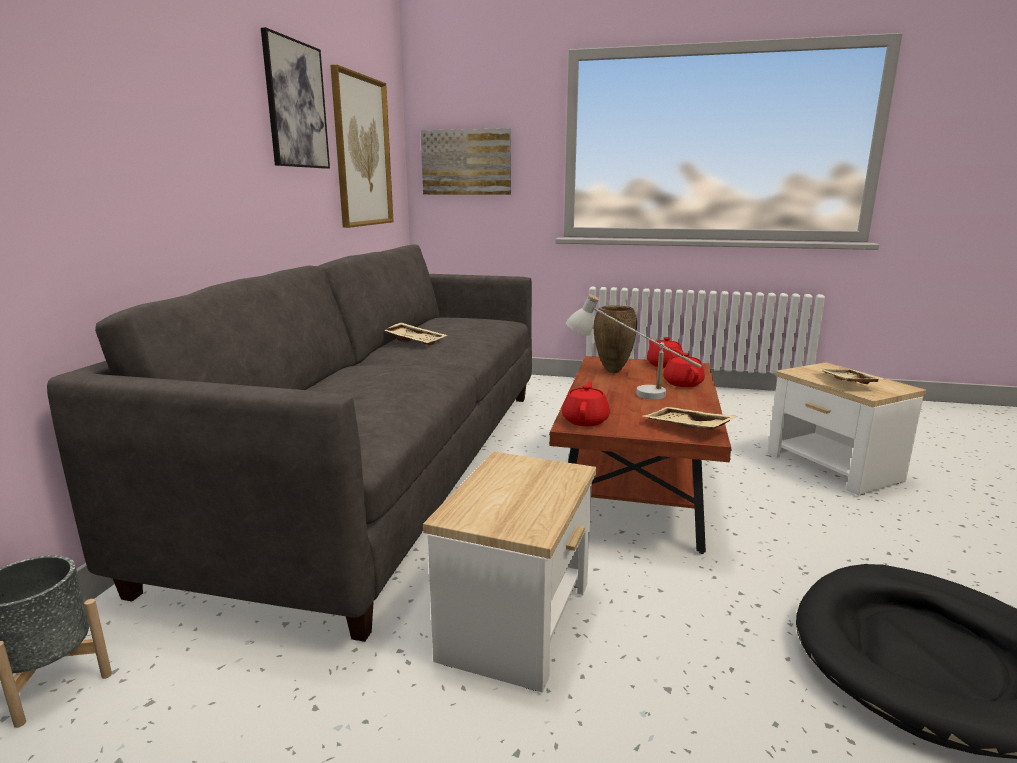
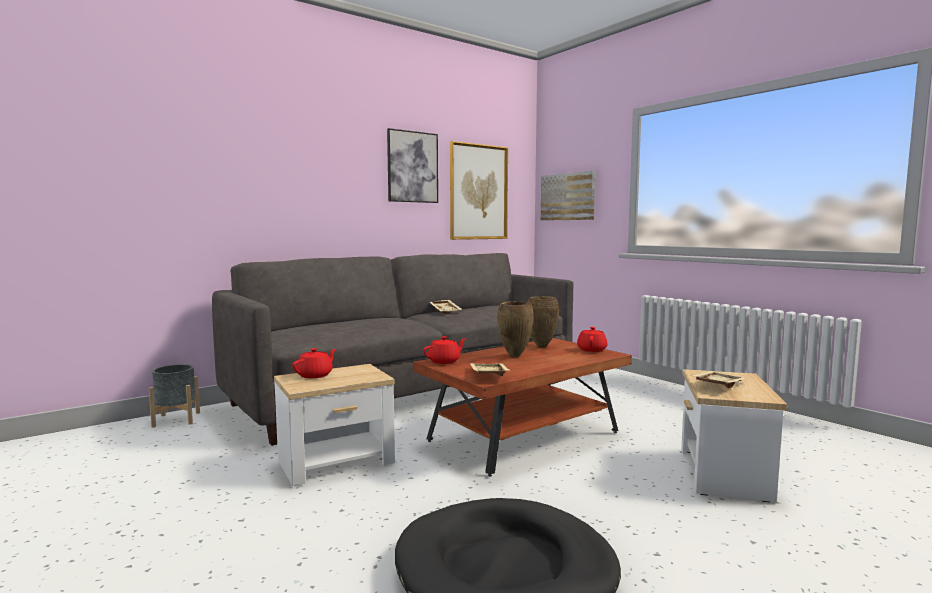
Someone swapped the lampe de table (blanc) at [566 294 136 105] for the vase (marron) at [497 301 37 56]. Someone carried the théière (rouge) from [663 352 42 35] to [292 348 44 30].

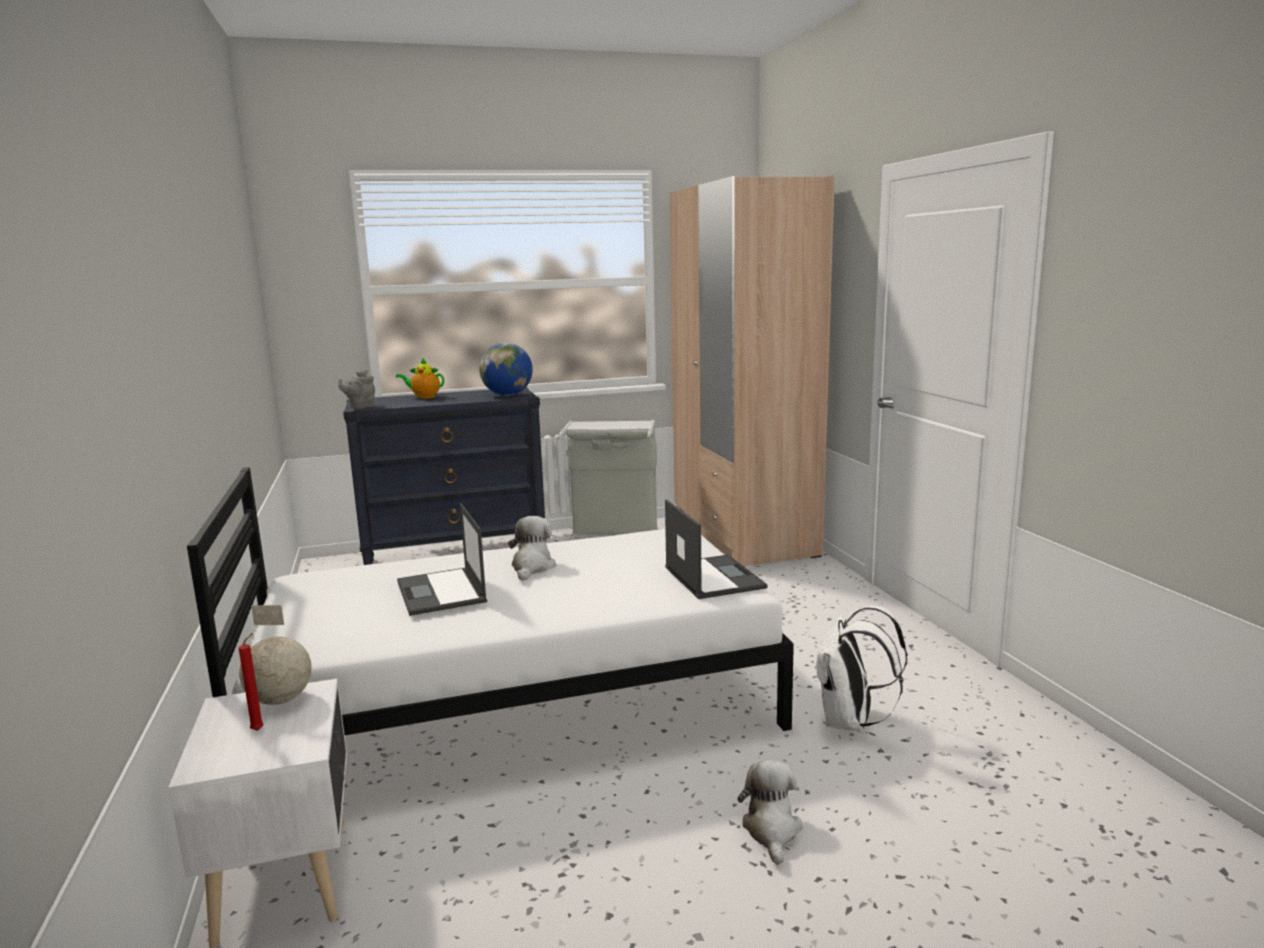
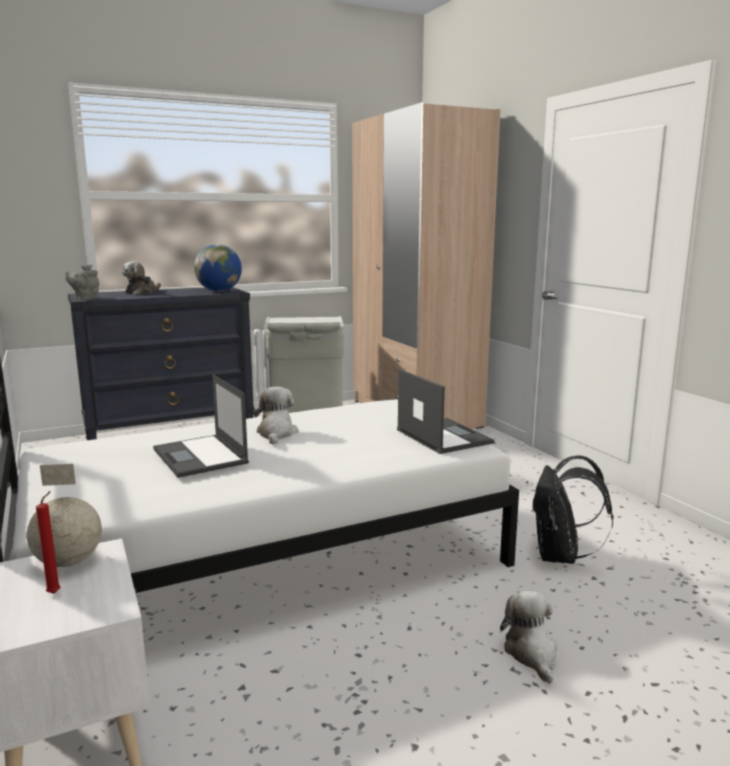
Someone swapped the théière at [396 358 48 41] for the peluche at [122 261 39 33]. Someone repainted the sac à dos (blanc) at [815 605 93 127], which became the sac à dos (noir) at [531 456 83 108].

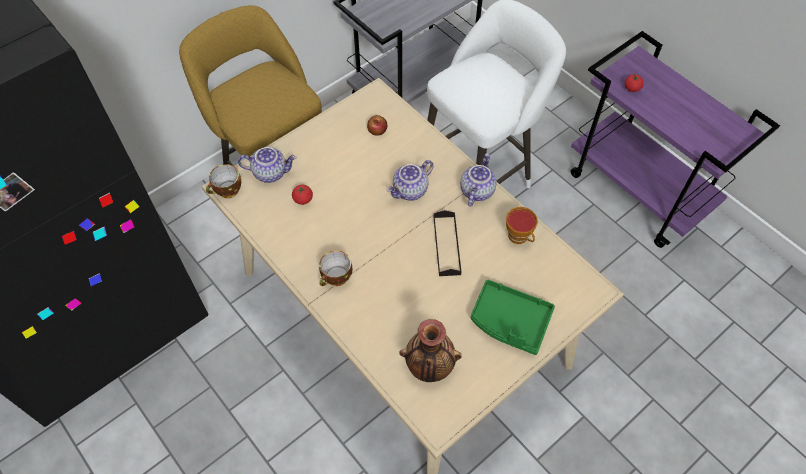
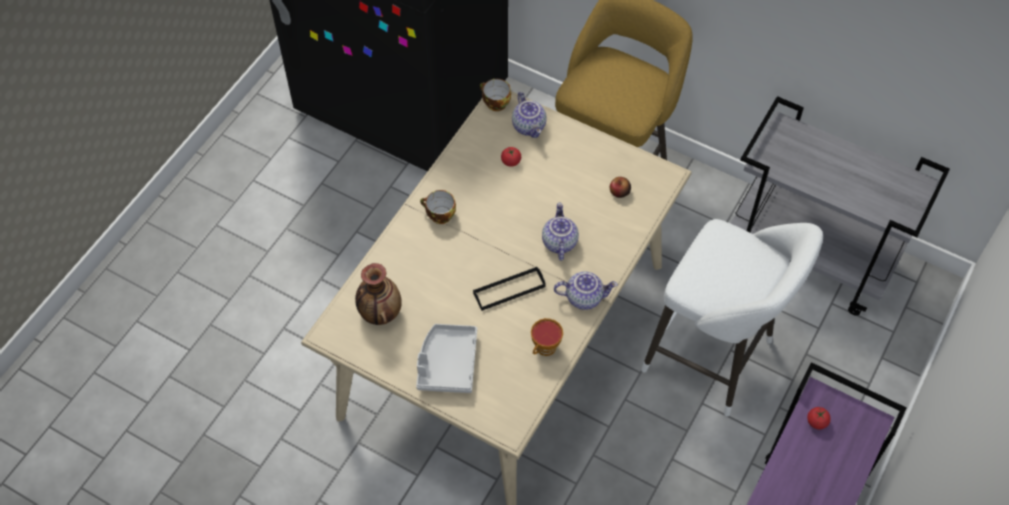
Someone rotated the théière at [387 160 47 41] by 60 degrees clockwise. Someone repainted the plateau (vert) at [470 280 85 75], which became the plateau (gris) at [416 324 61 69].

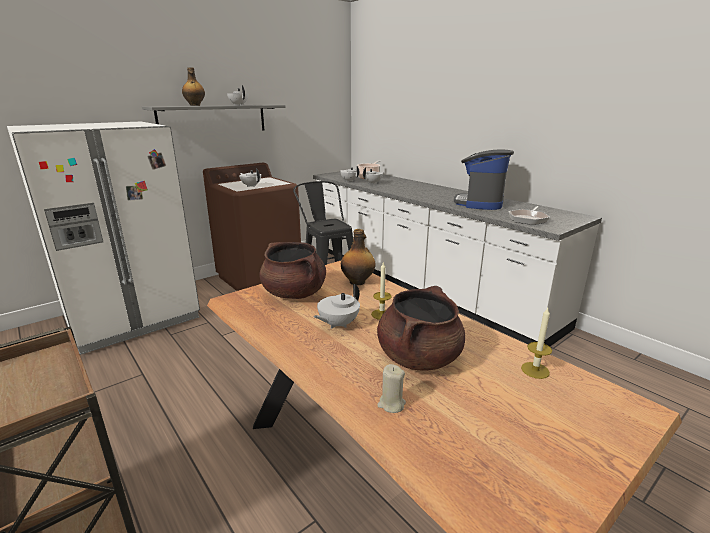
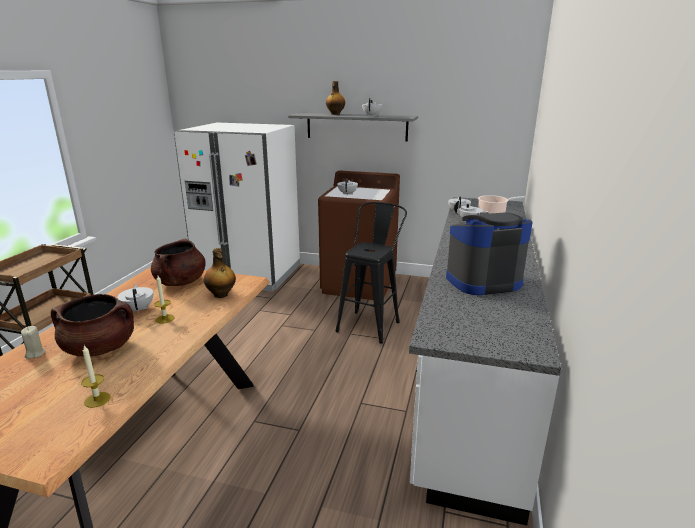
Someone rotated the théière (blanc) at [313 284 47 45] by 60 degrees clockwise. Someone took away the poêle at [508 206 42 19].

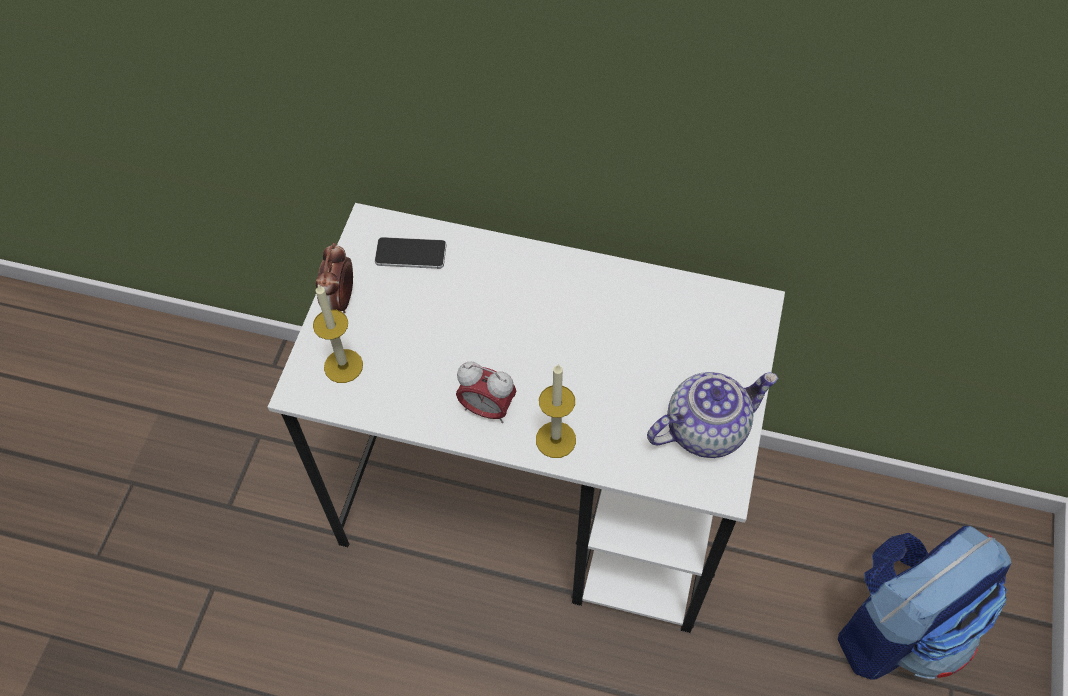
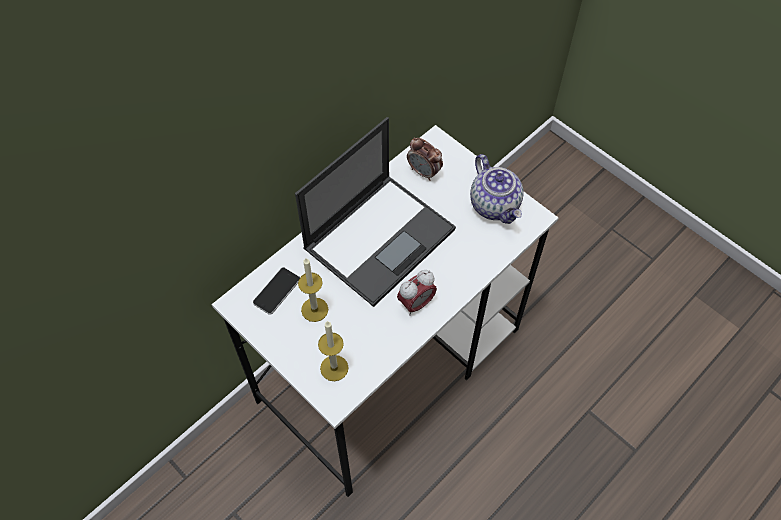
Someone carried the réveil from [316 243 37 70] to [407 137 36 44]. Someone carried the bougie from [536 365 40 93] to [298 258 30 64]. Someone rotated the théière at [647 372 131 86] by 150 degrees clockwise. Someone took away the sac à dos at [838 526 173 154]. Someone put down the ordinateur portable at [295 117 161 190].

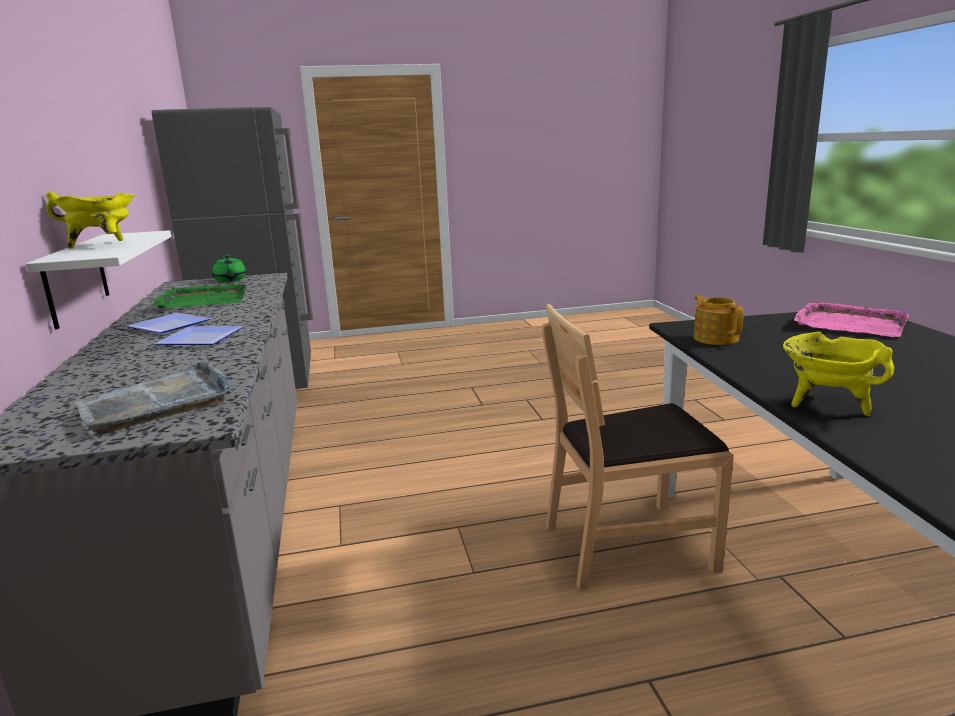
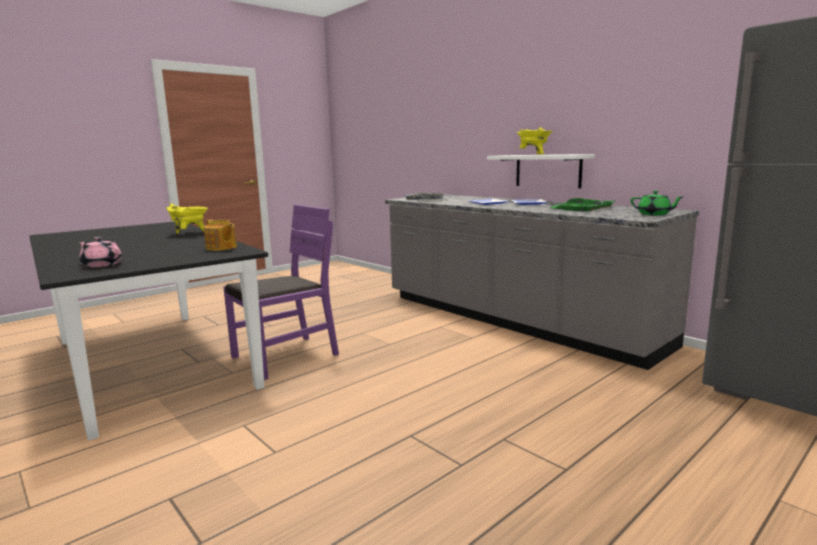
Someone repainted the chaise (marron) at [542 304 192 286], which became the chaise (violet) at [223 204 116 176]. Someone swapped the plateau (rose) at [794 300 115 37] for the théière (rose) at [78 237 44 30].

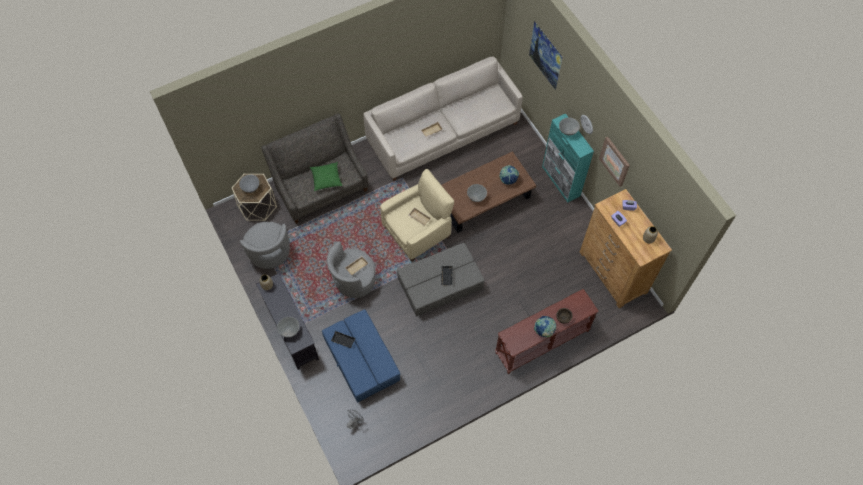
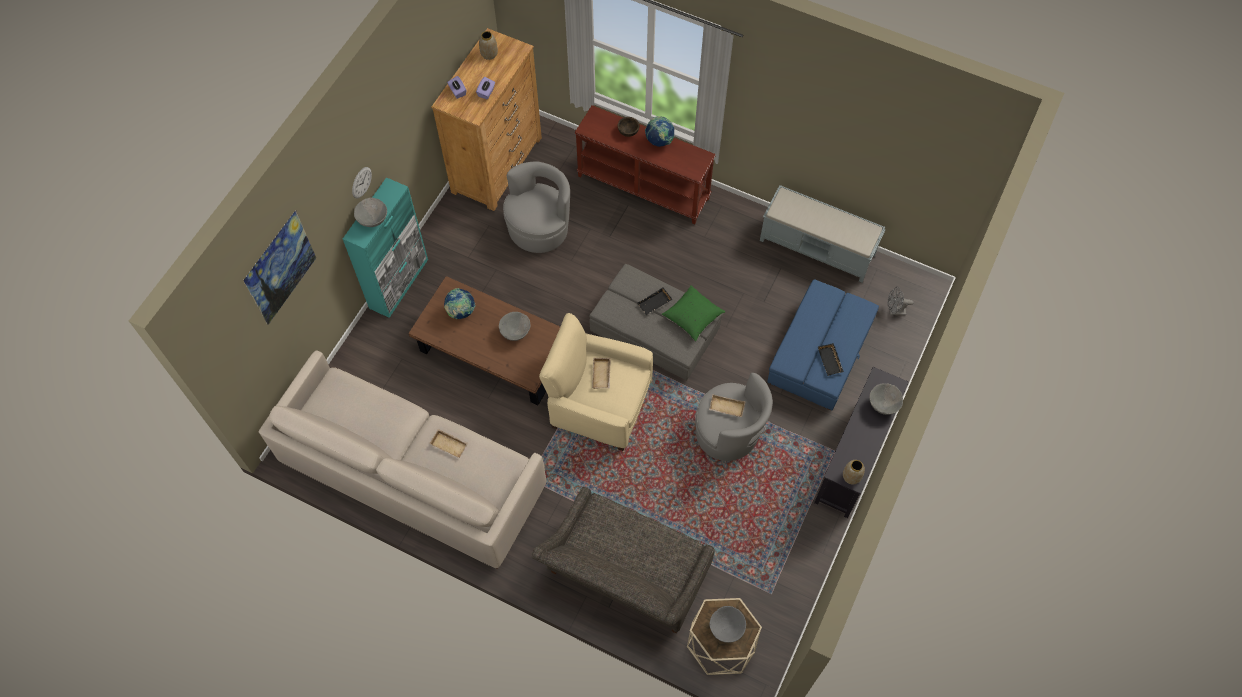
Someone carried the fauteuil (gris) from [240 222 50 47] to [503 161 67 92]. Someone carried the coussin (vert) from [310 162 33 29] to [662 285 63 56]. Someone took away the tableau at [599 137 31 50]. Someone put down the banc (gris) at [760 185 126 98].

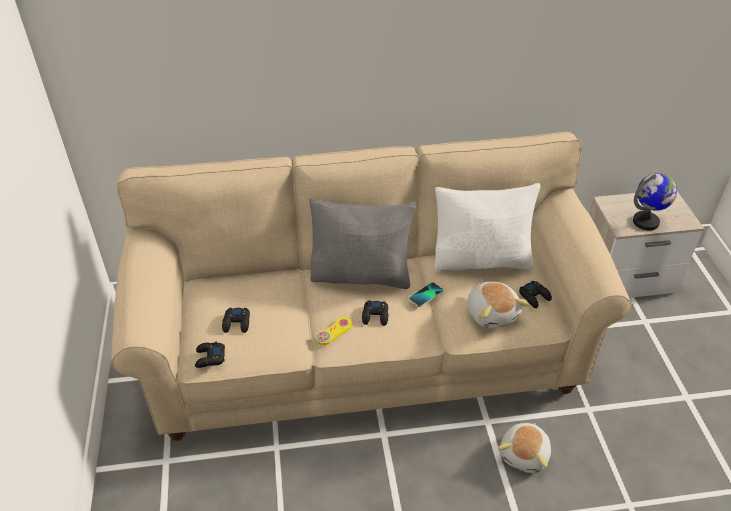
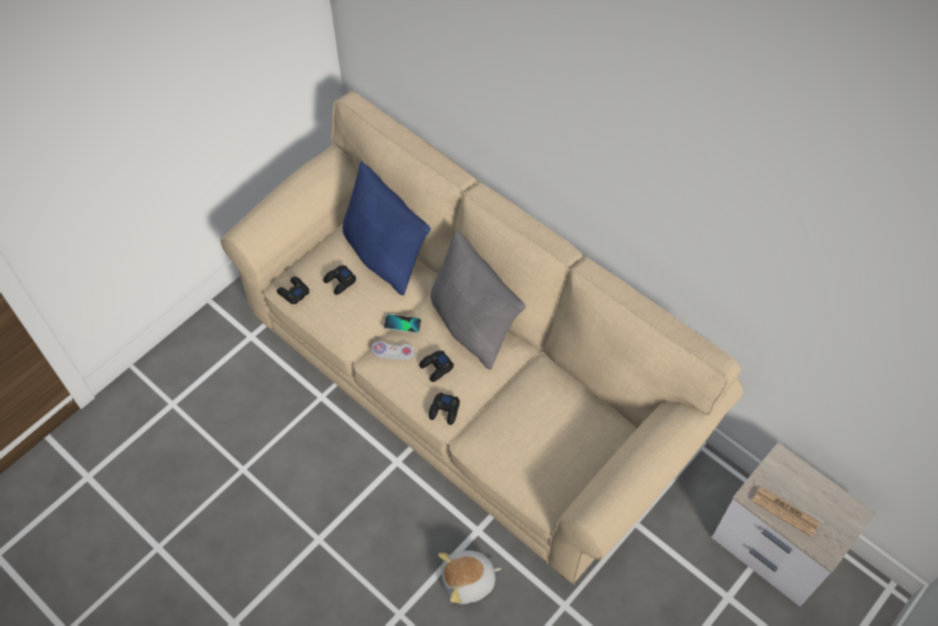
Someone repainted the manette (jaune) at [315 317 37 28], which became the manette (blanc) at [372 341 43 19]. Someone carried the téléphone from [409 282 34 25] to [384 314 37 19]. Someone took away the coussin (blanc) at [435 183 106 88]. Someone took away the peluche at [468 282 61 46]. Someone carried the manette (noir) from [519 281 33 27] to [429 392 31 33]. Someone swapped the globe at [633 173 44 57] for the journal at [752 487 68 50]. Someone put down the coussin (bleu) at [343 161 88 134].

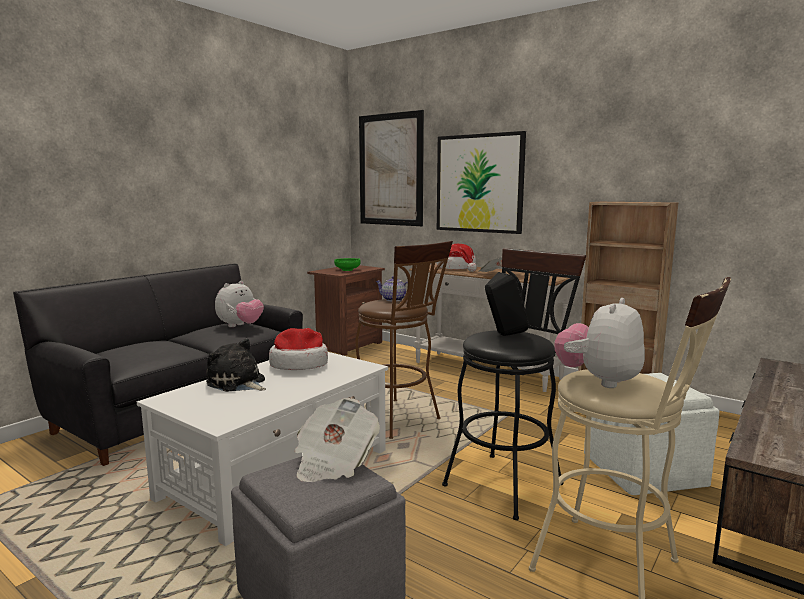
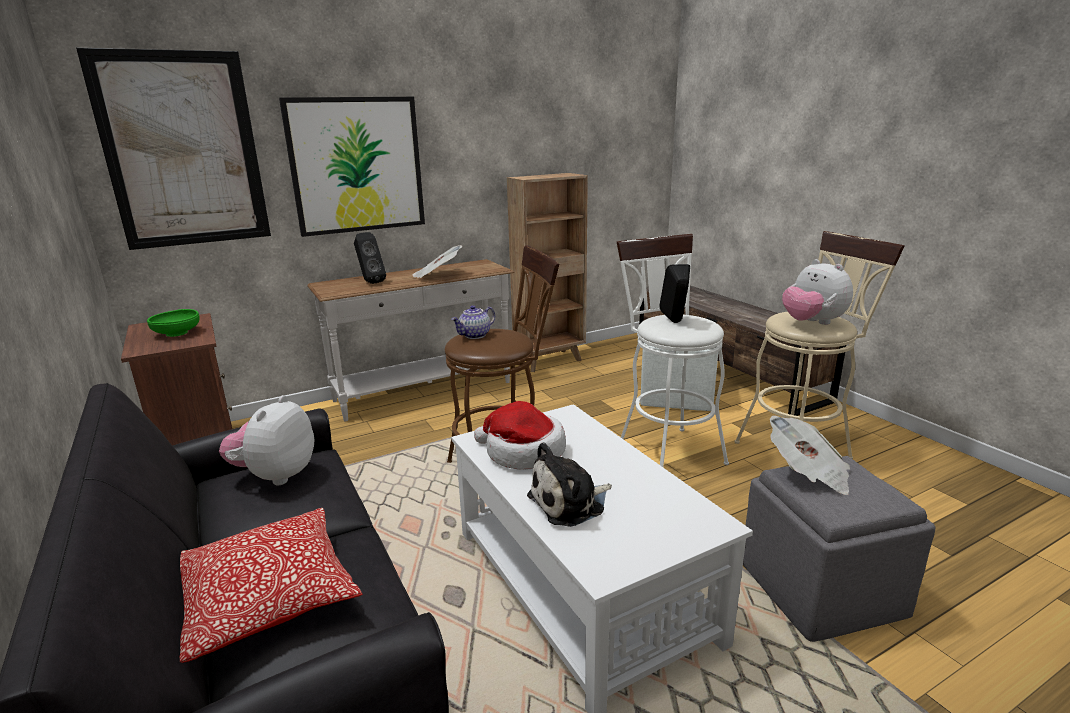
Someone rotated the peluche at [215 281 49 46] by 135 degrees counterclockwise. Someone swapped the chapeau at [437 244 40 28] for the enceinte (noir) at [354 232 32 52]. Someone repainted the tabouret (noir) at [442 248 144 272], which became the tabouret (blanc) at [617 234 112 233]. Someone put down the coussin at [180 508 183 155].

